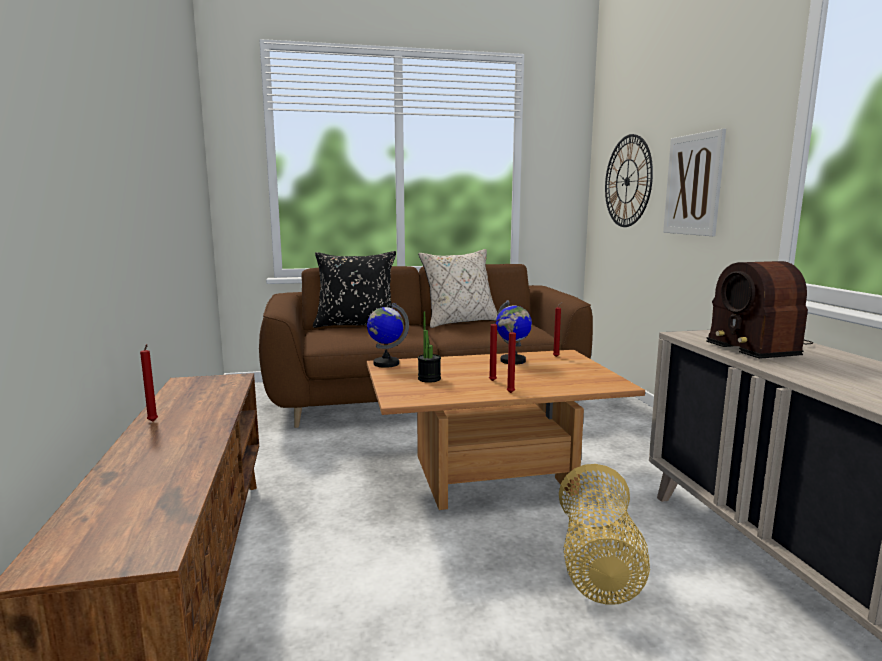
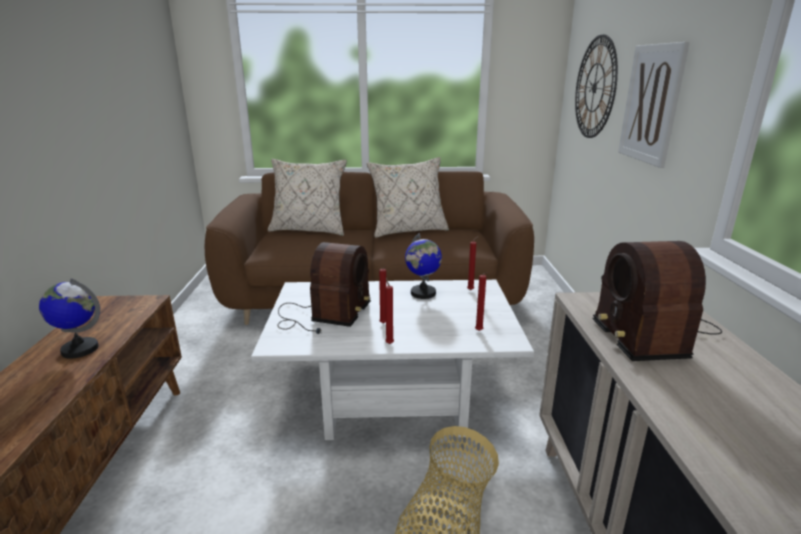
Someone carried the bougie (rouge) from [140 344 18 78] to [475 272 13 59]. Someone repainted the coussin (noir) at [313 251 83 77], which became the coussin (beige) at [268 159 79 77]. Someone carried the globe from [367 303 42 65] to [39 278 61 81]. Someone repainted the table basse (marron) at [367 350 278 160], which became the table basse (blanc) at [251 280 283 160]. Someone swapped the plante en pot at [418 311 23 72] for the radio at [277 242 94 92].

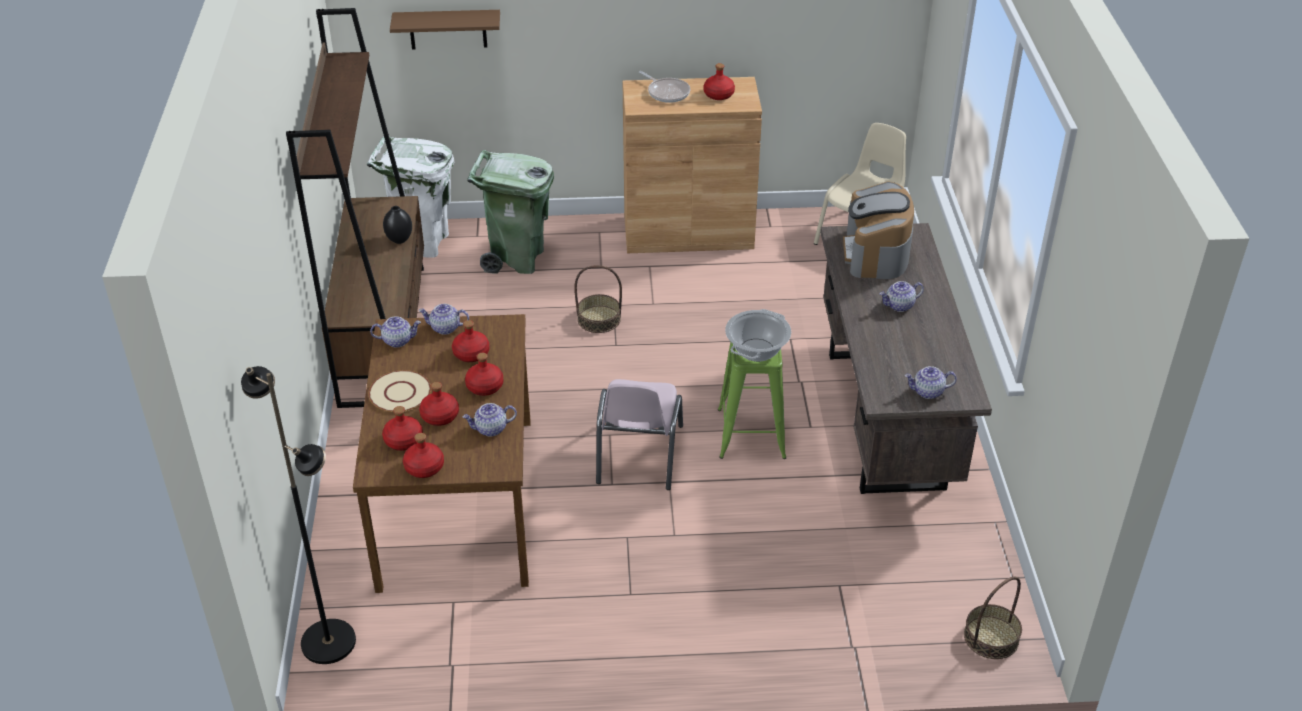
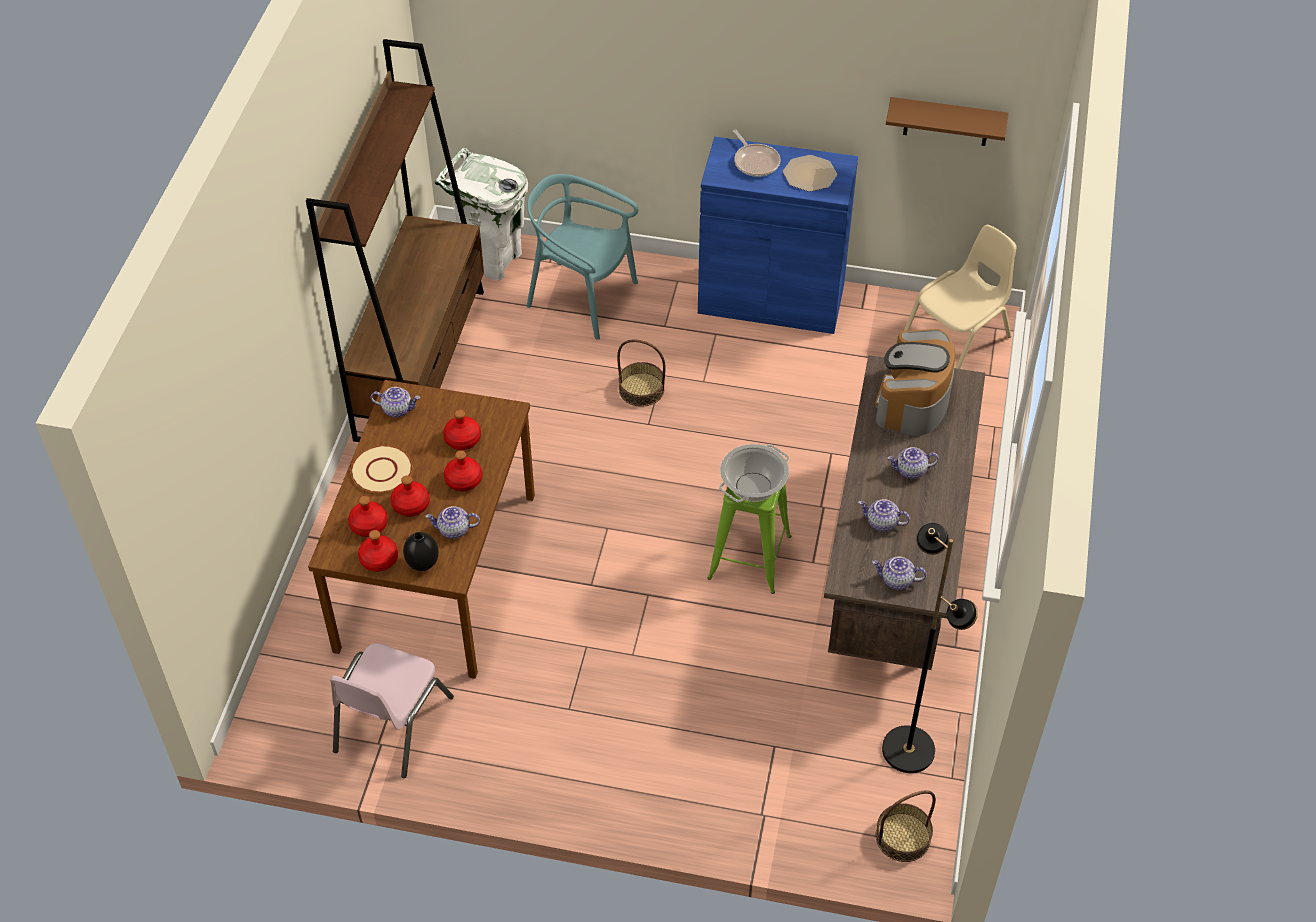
Someone carried the lampadaire (noir) from [241 366 115 298] to [882 523 96 250]. Someone carried the vase (noir) from [383 206 29 38] to [403 532 36 39]. Someone carried the étagère (marron) from [390 10 110 40] to [886 97 123 49]. Someone carried the théière from [419 304 50 31] to [858 499 52 33]. Someone swapped the poubelle (vert) at [467 150 87 124] for the chaise (turquoise) at [527 174 111 166]. Someone carried the chaise (rose) from [596 379 87 111] to [330 643 124 135]. Someone repainted the meuble de rangement (marron) at [622 77 140 176], which became the meuble de rangement (bleu) at [698 137 160 197]. Someone swapped the bouteille (rouge) at [703 63 32 37] for the assiette at [783 155 54 37].

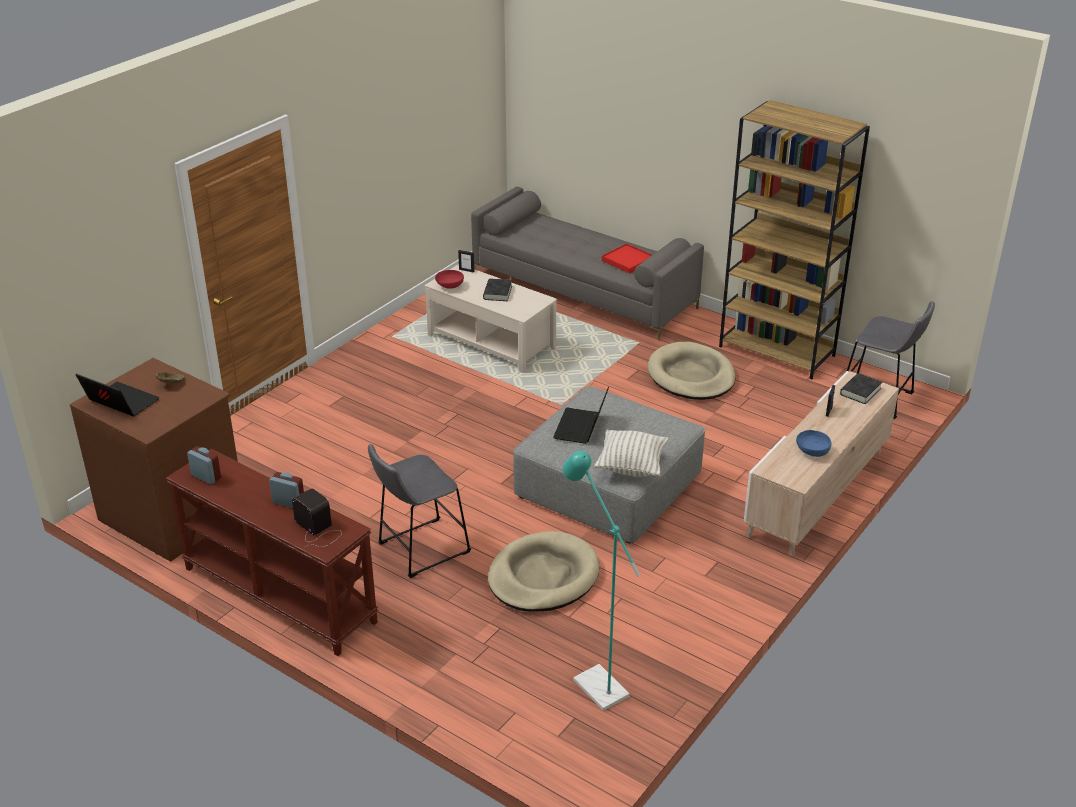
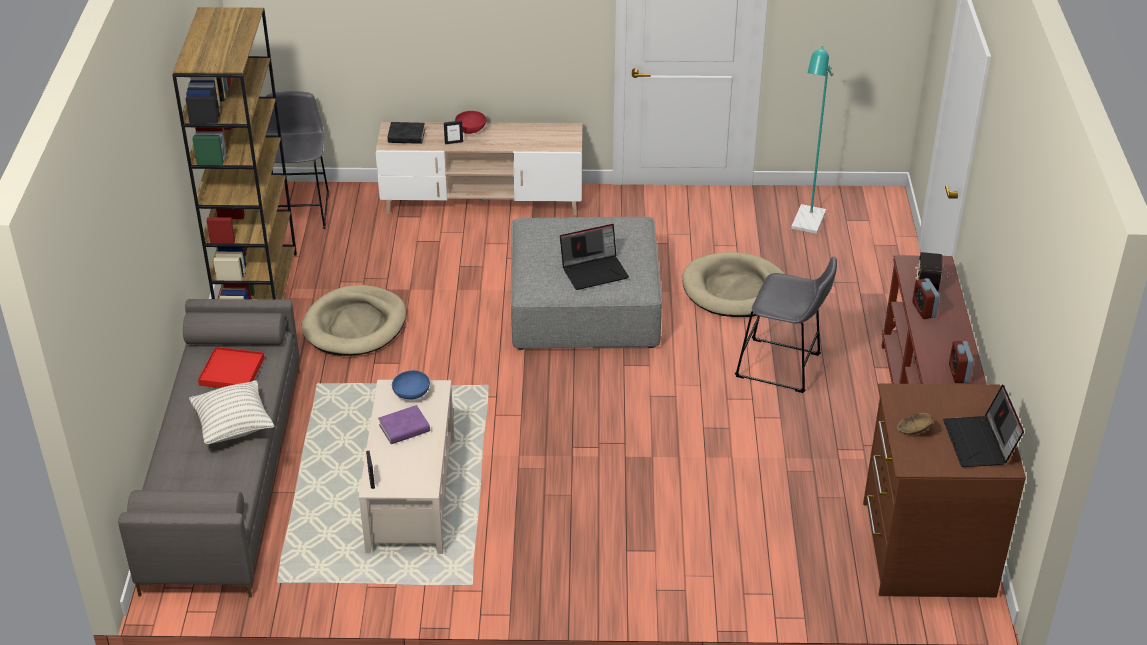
Someone carried the bol (rouge) from [435 270 29 19] to [455 111 31 23]. Someone repainted the livre (noir) at [483 278 29 23], which became the livre (violet) at [378 405 52 39]. Someone carried the coussin from [594 430 74 47] to [189 380 85 64]. Someone carried the bol (bleu) from [796 430 36 27] to [392 370 38 29].

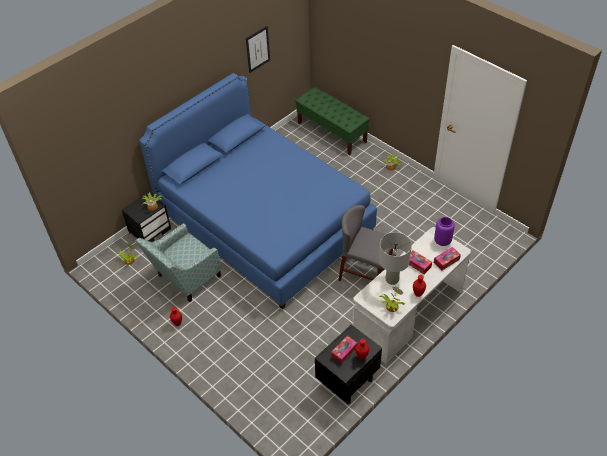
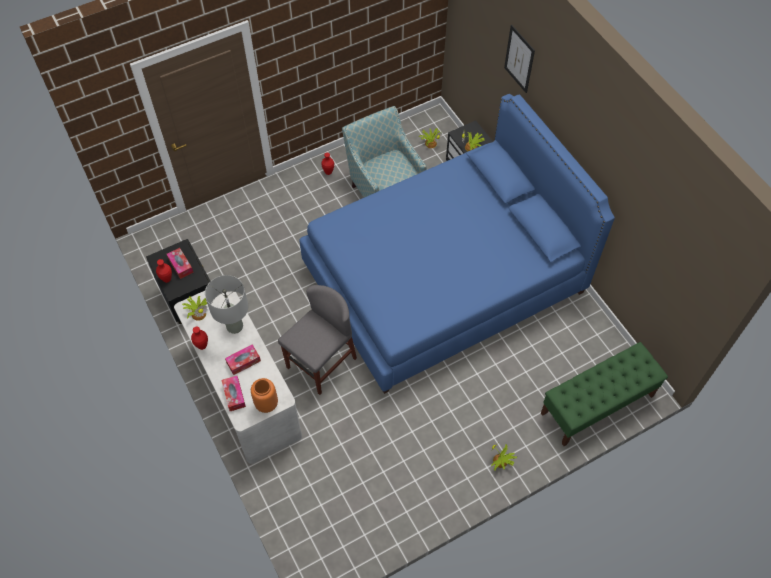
Someone carried the tableau from [246 26 24 47] to [504 25 31 68]. Someone repainted the vase (violet) at [434 217 21 29], which became the vase (orange) at [251 378 27 35].

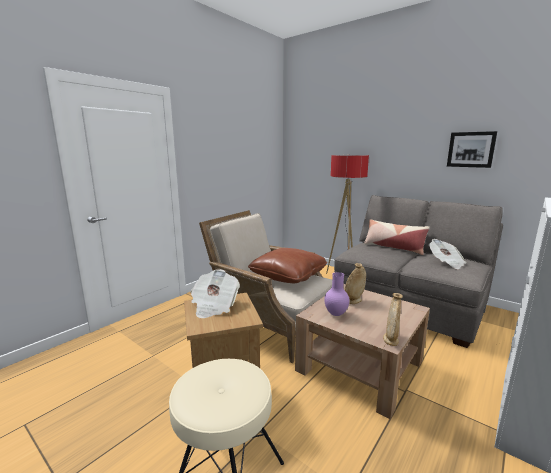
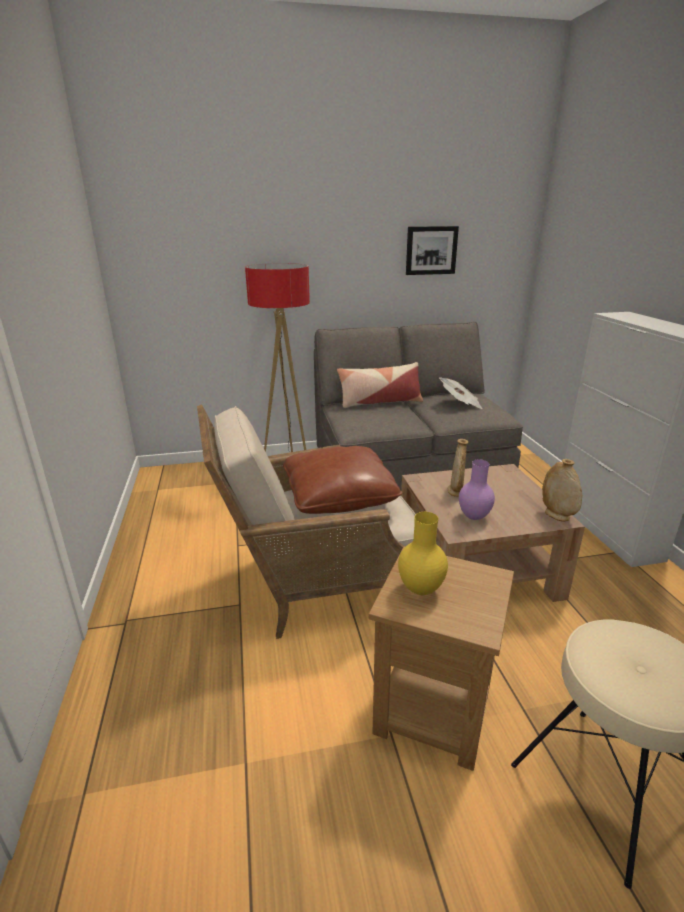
Someone swapped the journal at [191 269 49 49] for the vase (jaune) at [398 512 50 83].

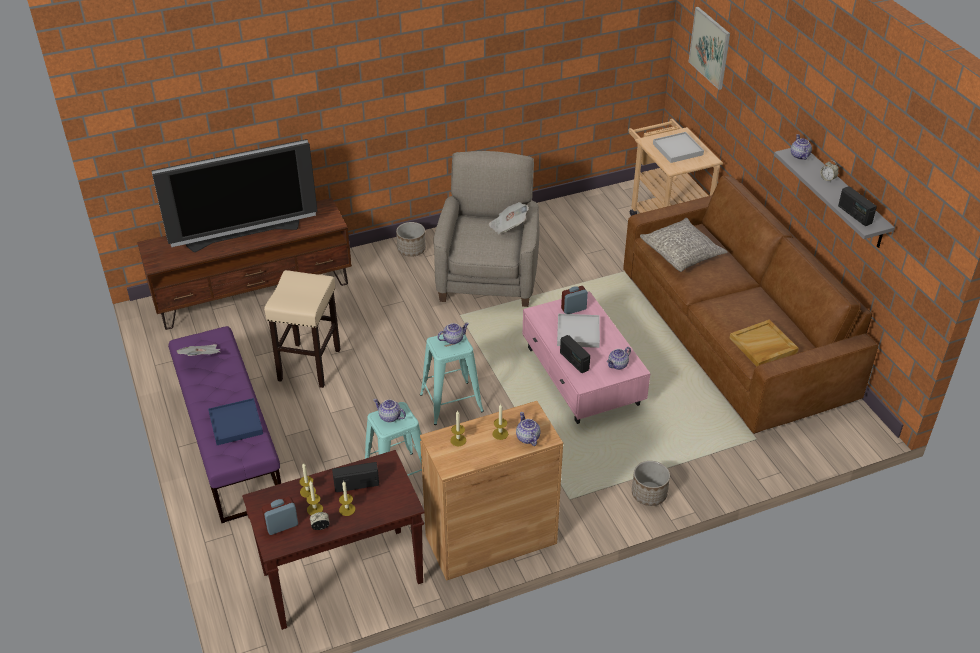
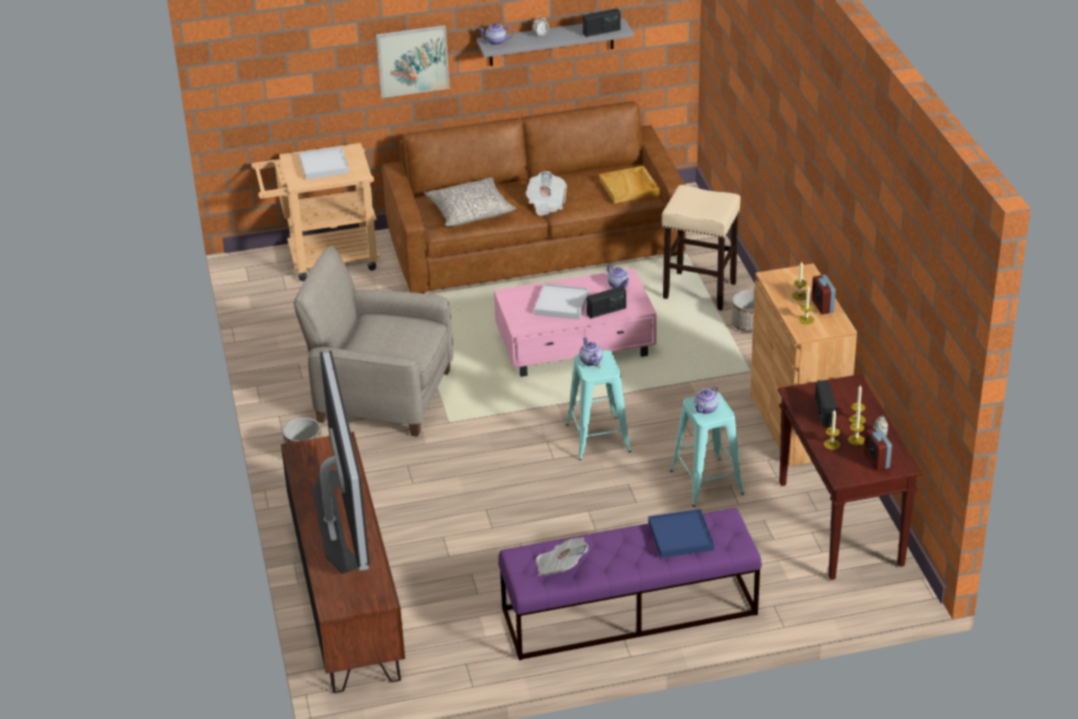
Someone carried the tabouret (beige) from [264 270 77 118] to [662 185 79 125]. Someone carried the journal from [489 202 40 32] to [525 171 42 45]. Someone took away the théière at [516 412 24 34]. Someone carried the réveil from [561 286 27 28] to [812 275 24 39]. Someone carried the tableau from [689 7 41 83] to [376 25 74 73].

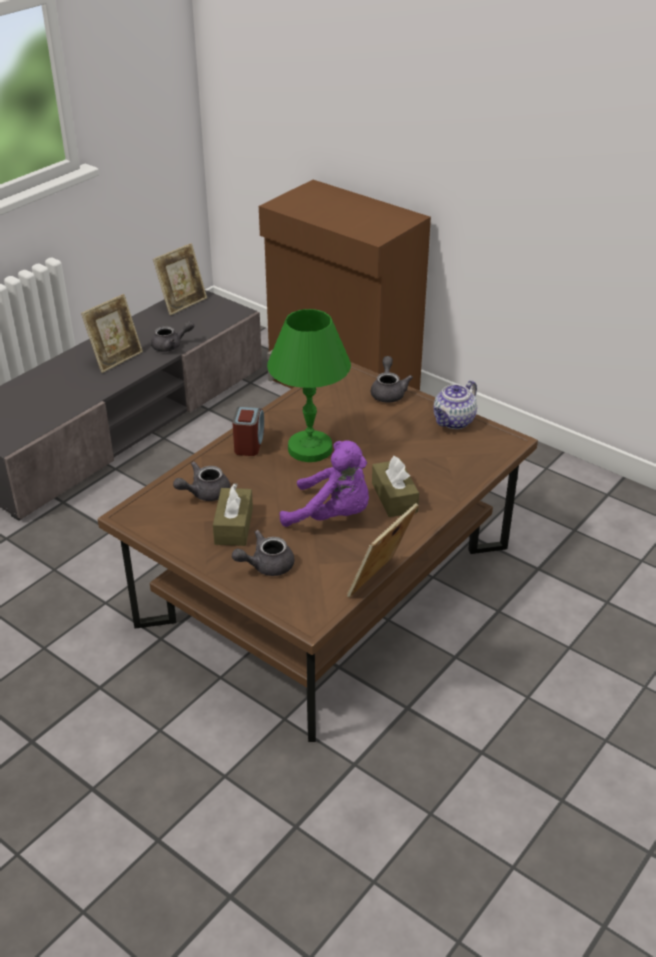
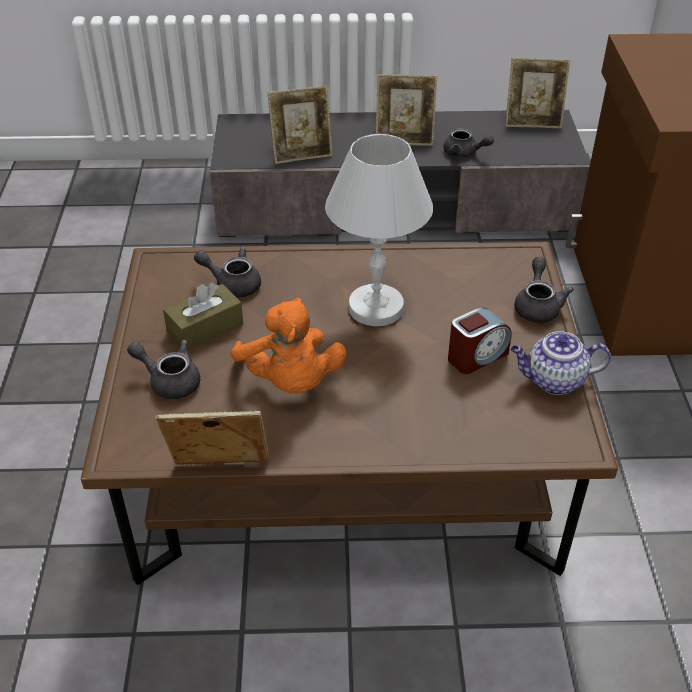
Someone carried the réveil from [232 407 32 49] to [448 308 64 66]. Someone repainted the lampe de table (vert) at [267 309 84 153], which became the lampe de table (blanc) at [325 134 108 192]. Someone repainted the peluche (violet) at [280 440 89 87], which became the peluche (orange) at [230 298 117 96]. Someone rotated the théière (gris) at [371 356 42 47] by 45 degrees counterclockwise. Someone took away the boîte à mouchoirs (marron) at [372 456 47 61]. Someone put down the cadre photo at [267 86 66 78].

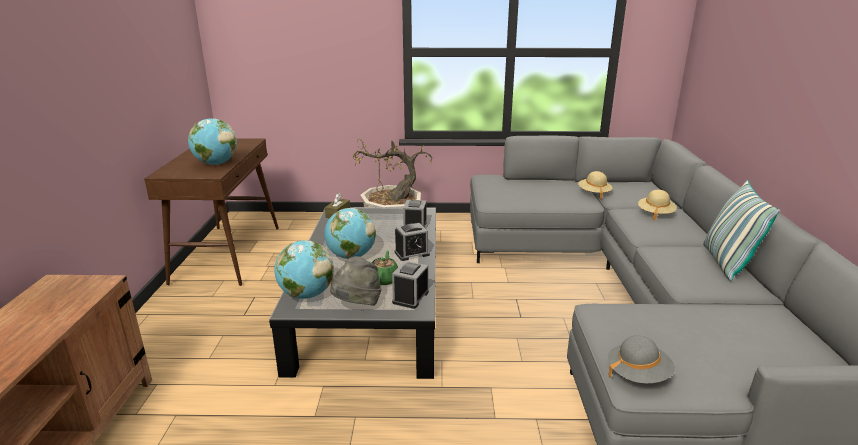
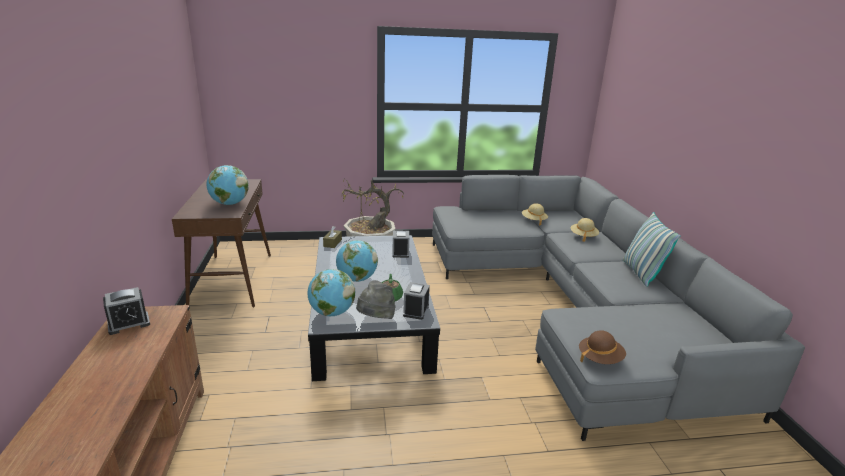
Someone carried the réveil from [394 223 36 38] to [103 287 47 48]. Someone repainted the chapeau (gris) at [608 335 67 49], which became the chapeau (marron) at [579 330 47 34].

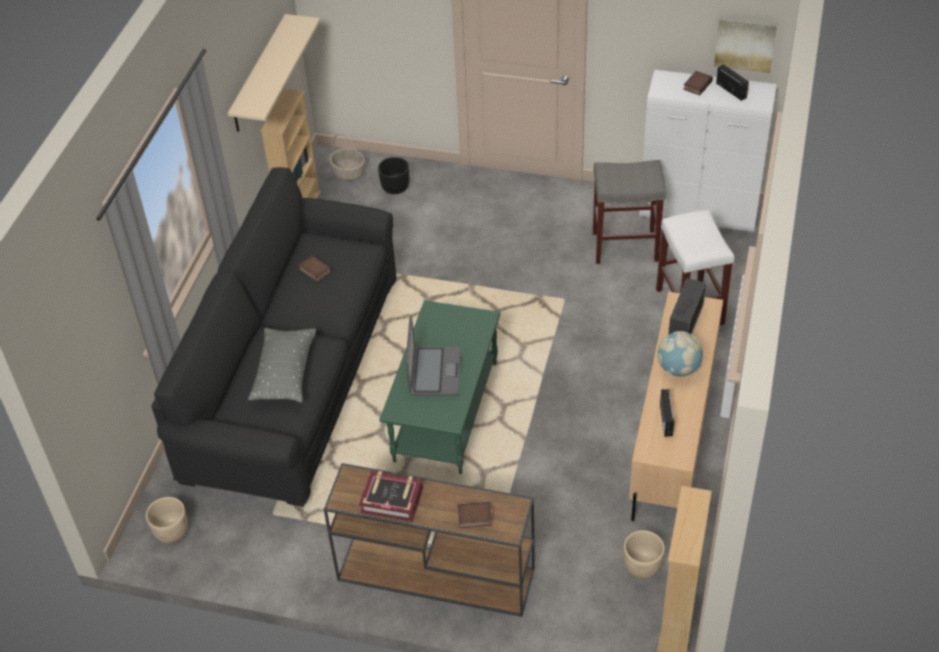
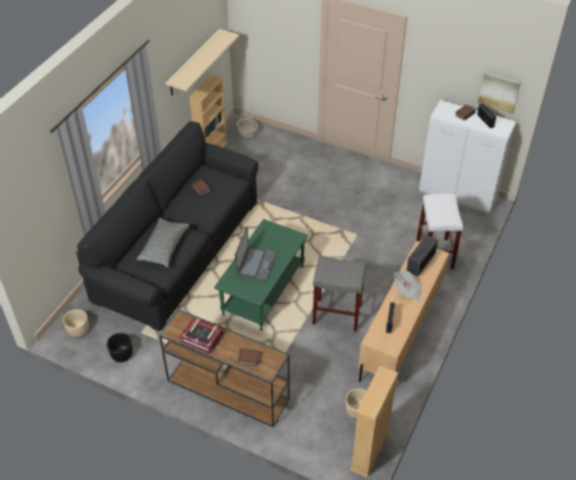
Someone carried the cache-pot (noir) from [378 157 31 37] to [107 333 26 29]. Someone carried the tabouret (gris) from [593 160 73 104] to [313 255 54 76]. Someone swapped the globe at [657 331 46 46] for the journal at [394 270 28 31].

